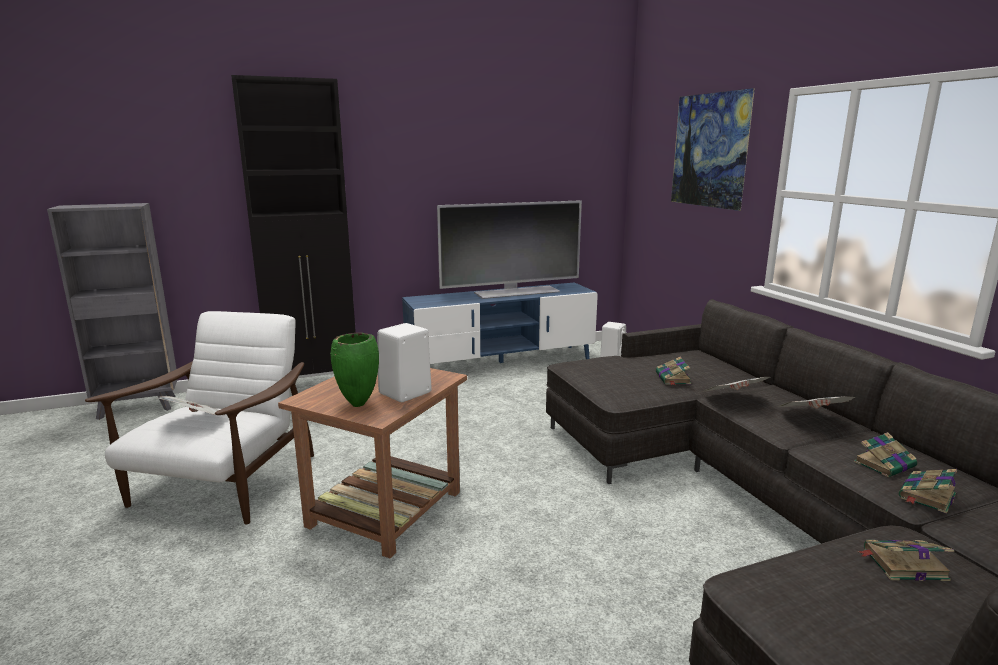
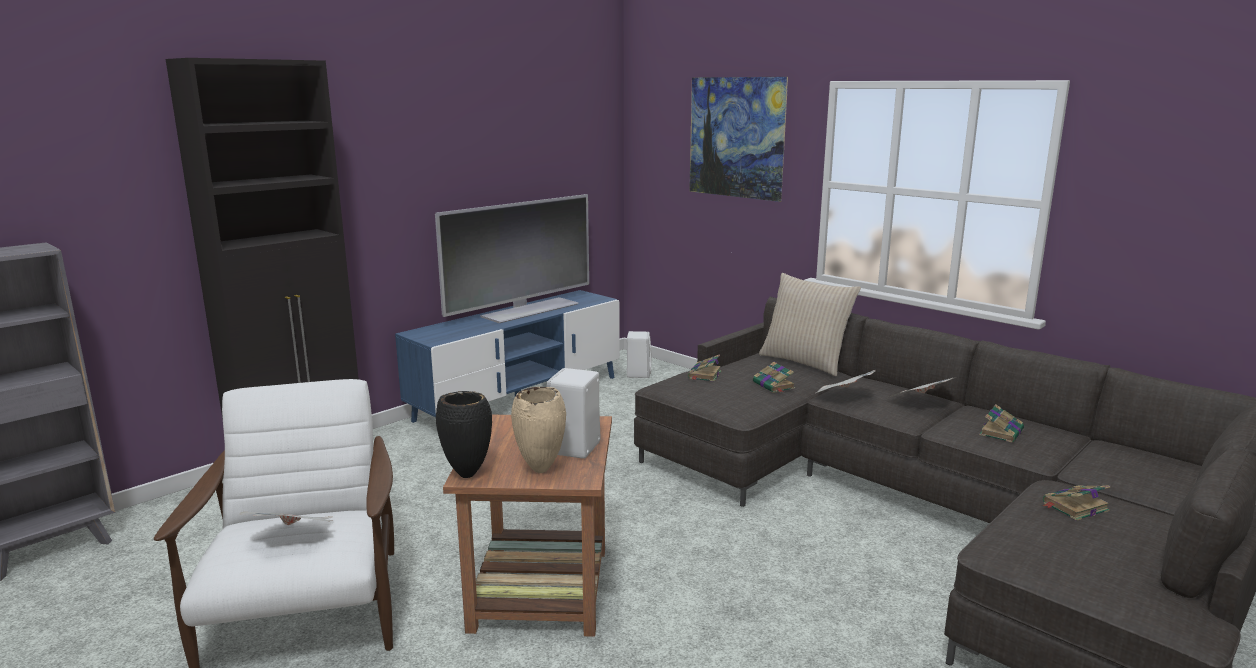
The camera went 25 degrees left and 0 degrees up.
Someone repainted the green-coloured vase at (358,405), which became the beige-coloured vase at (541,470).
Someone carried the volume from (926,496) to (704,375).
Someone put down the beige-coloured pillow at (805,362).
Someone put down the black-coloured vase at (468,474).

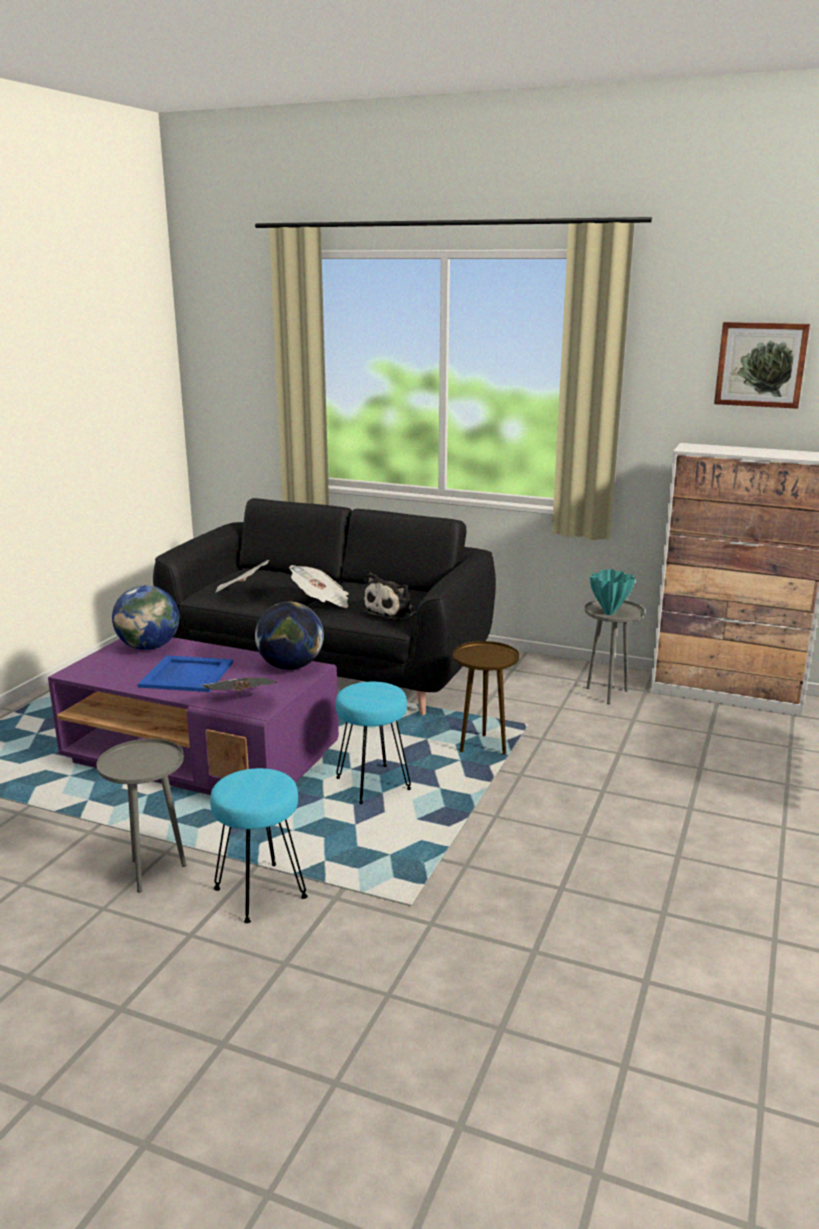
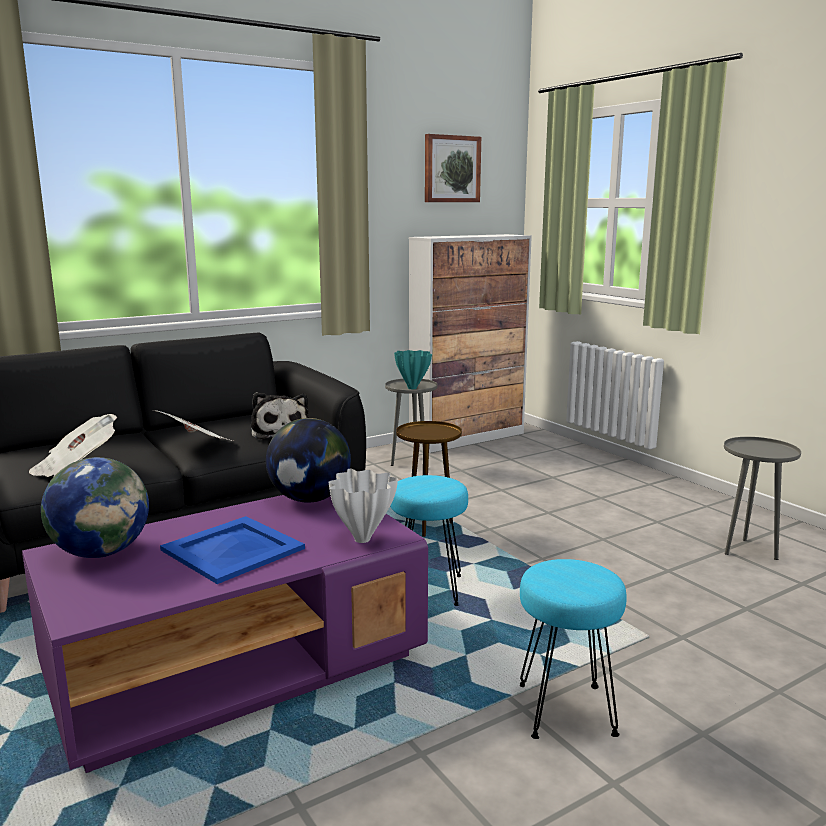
The camera went 55 degrees left and 5 degrees down.
Someone swapped the daily paper at (240,703) for the whitish vase at (362,540).
Someone carried the gray accent table from (153,872) to (748,550).

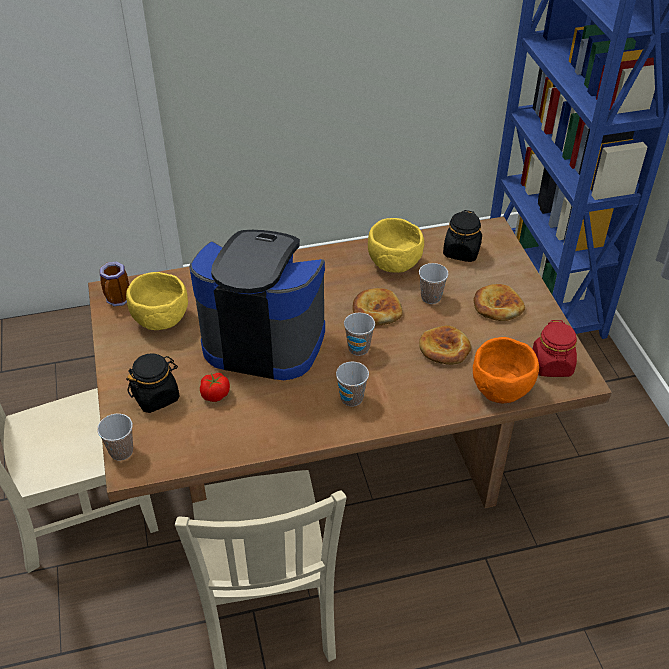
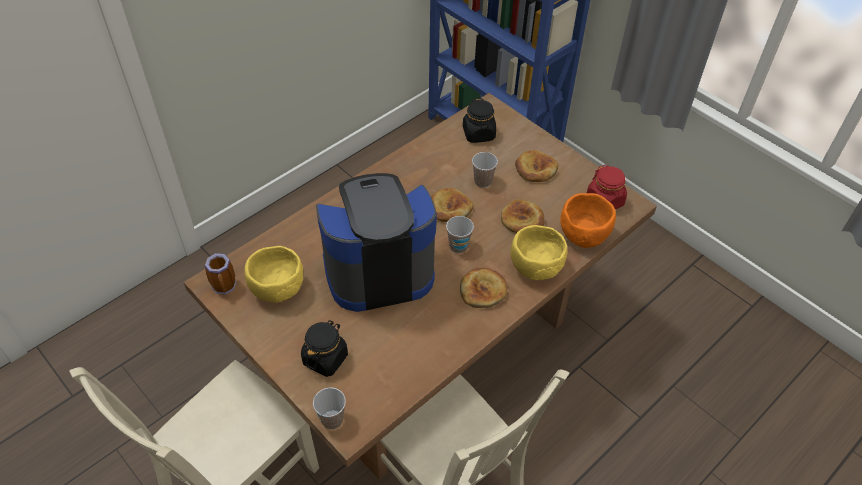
The camera went 30 degrees left and 5 degrees up.
Someone carried the yellowish deep dish from (393,264) to (535,268).
Someone swapped the cup at (351,398) for the baked bread at (483,290).
Someone took away the tomato at (215,395).

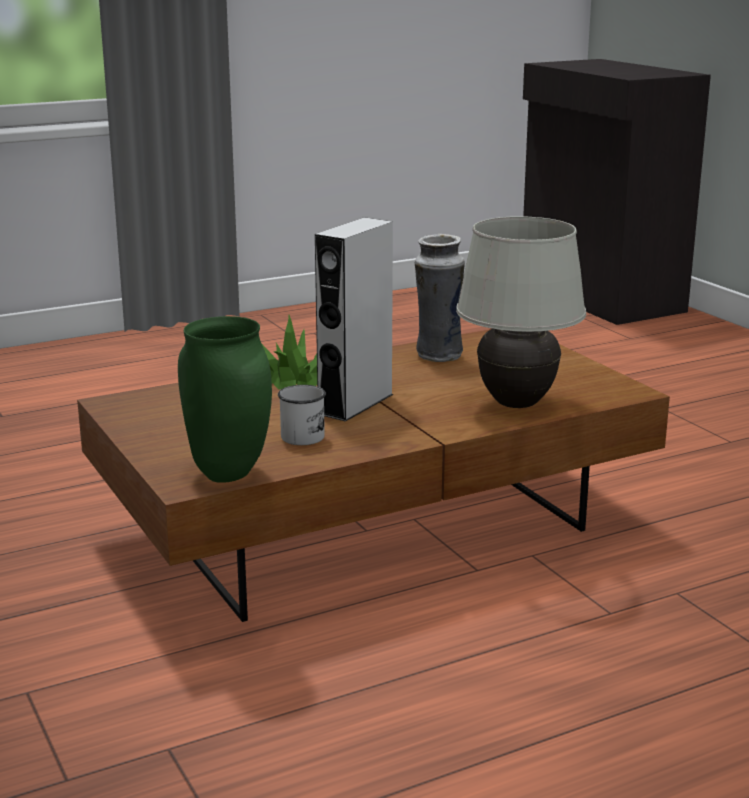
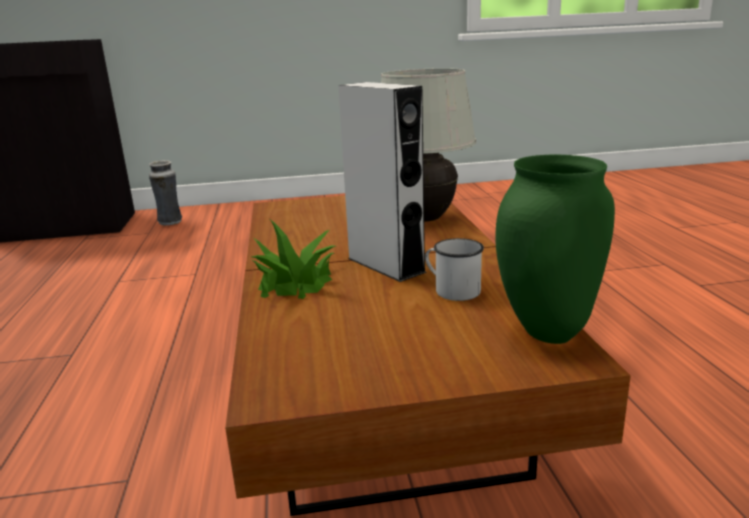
The camera went 70 degrees left and 0 degrees up.
Someone carried the vase from (438,356) to (170,223).

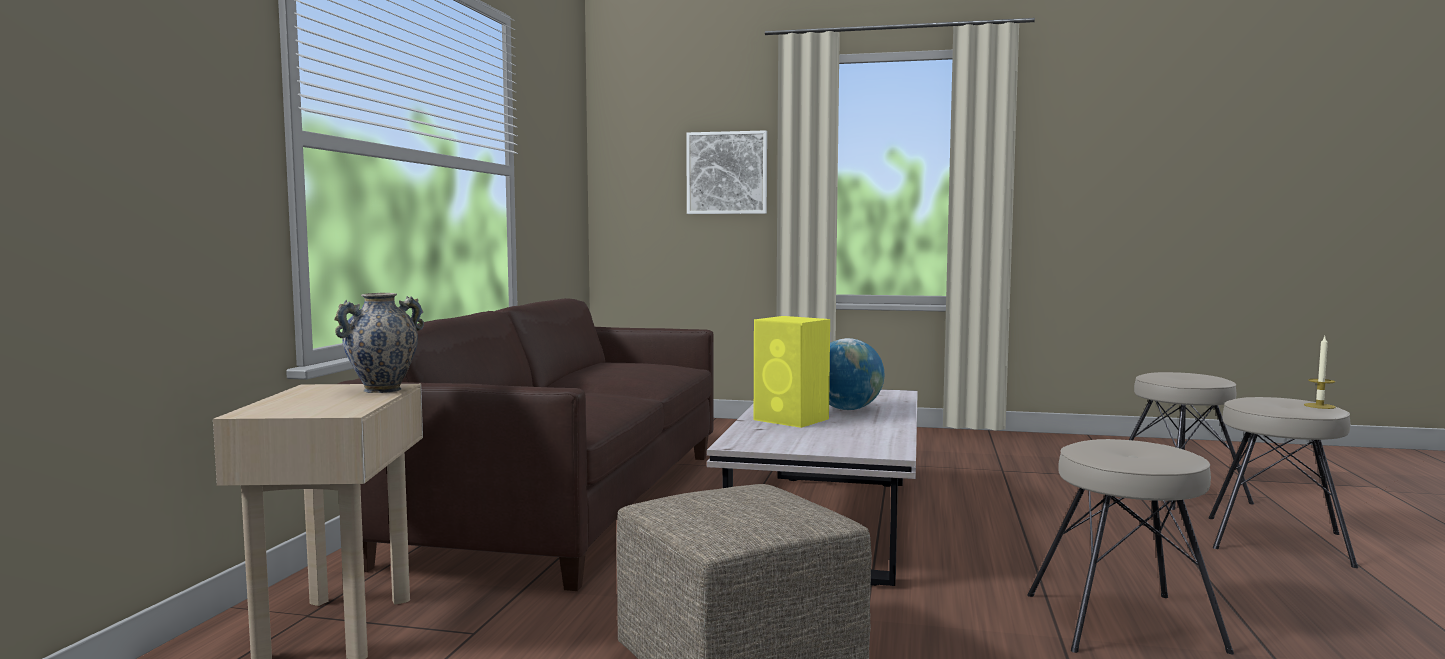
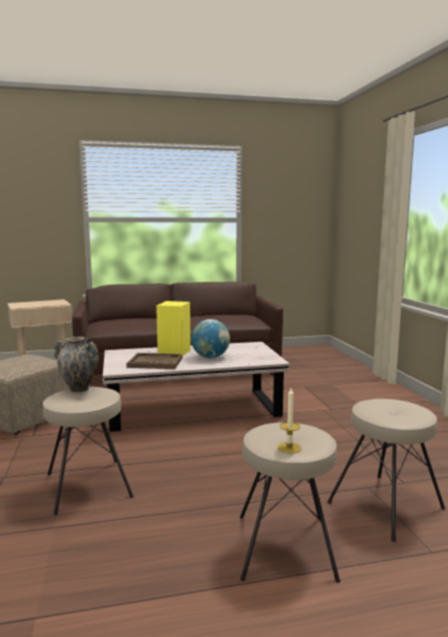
The camera went 65 degrees right and 5 degrees up.
Someone took away the wall art at (727,173).
Someone carried the vase from (382,390) to (79,389).
Someone put down the brownish serving tray at (155,363).

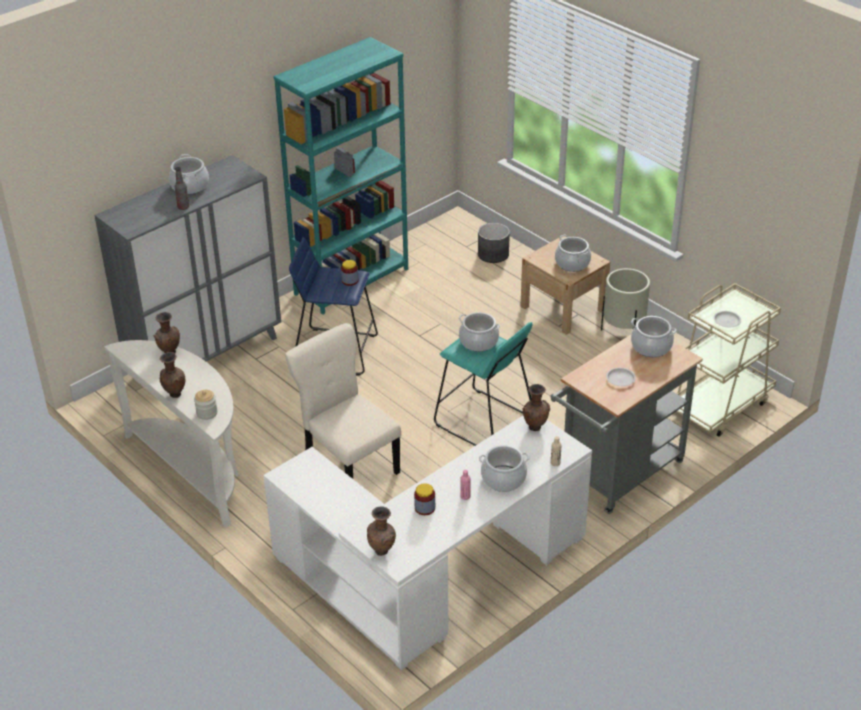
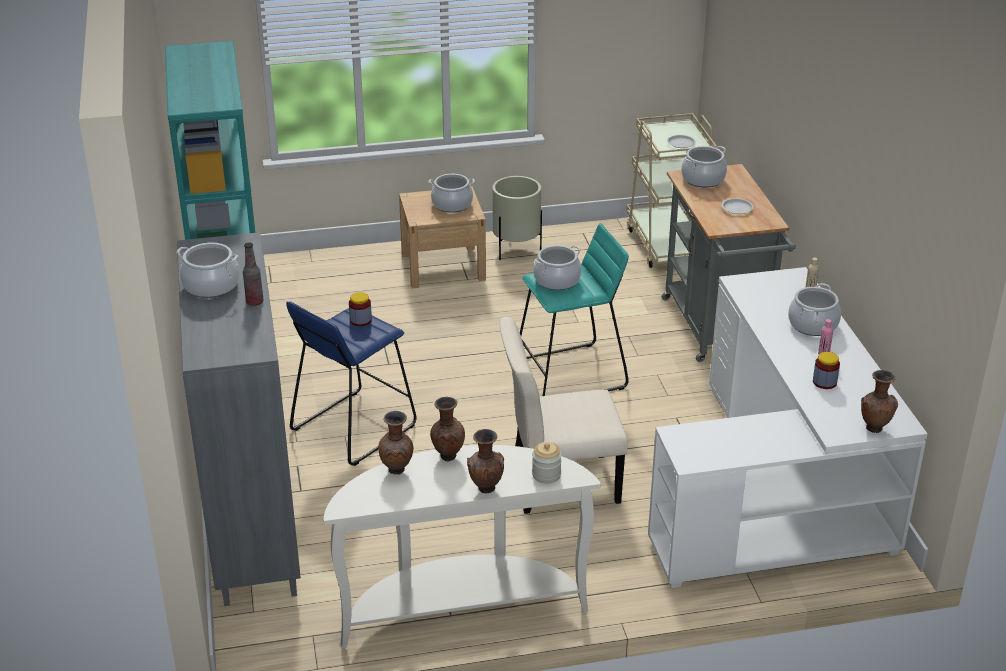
The camera went 60 degrees left and 5 degrees down.
Someone took away the gray flower pot at (493,254).
Someone carried the brownish vase from (535,427) to (447,456).

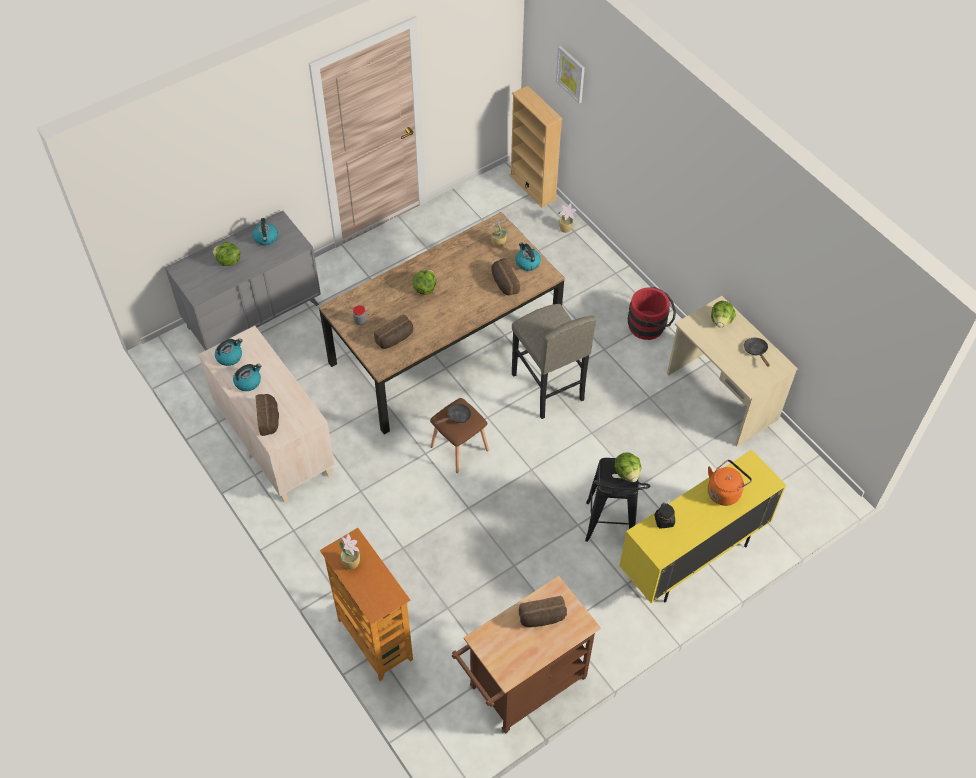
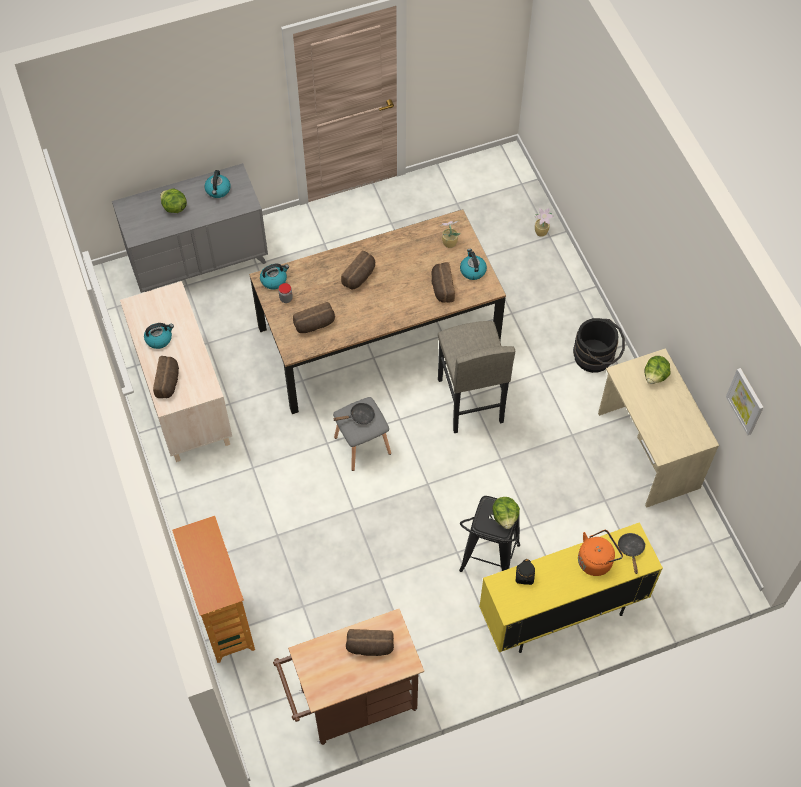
The camera went 15 degrees right and 5 degrees up.
Someone carried the wall art from (571,74) to (746,401).
Someone took away the beige-coloured bookshelf at (532,187).
Someone swapped the head of lettuce at (424,288) for the baked bread at (360,277).
Someone repainted the red-coloured pail at (650,326), which became the black-coloured pail at (597,357).
Someone carried the kettle from (229,356) to (274,280).
Someone carried the black-coloured frying pan from (756,351) to (631,550).
Someone repainted the brownish stool seat at (459,449), which became the gray stool seat at (362,446).
Someone took away the plant in a pot at (351,562).

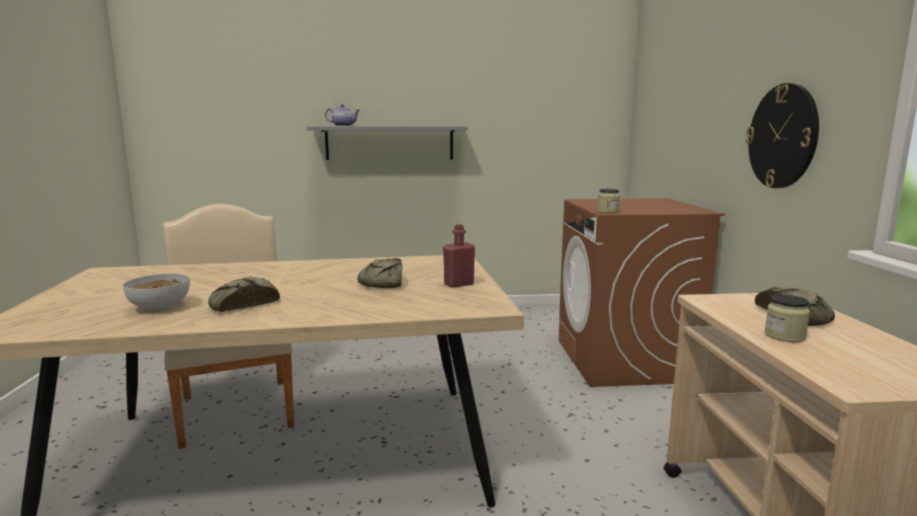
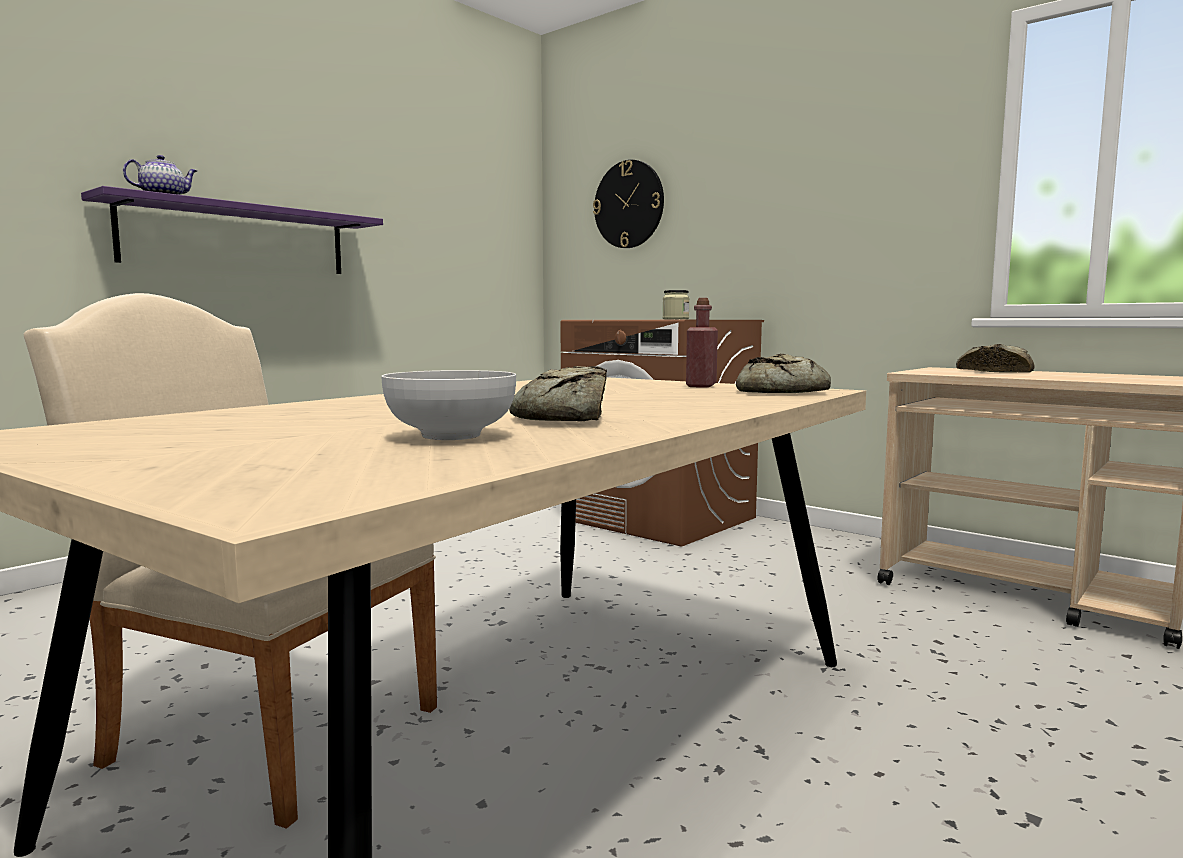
The camera went 45 degrees left and 5 degrees down.
Someone carried the clock on the wall from (782,136) to (629,204).
Someone repainted the gray shelf at (389,143), which became the purplish shelf at (238,239).
Someone carried the baked bread from (383,283) to (780,392).
Someone took away the preserve jar at (784,336).

